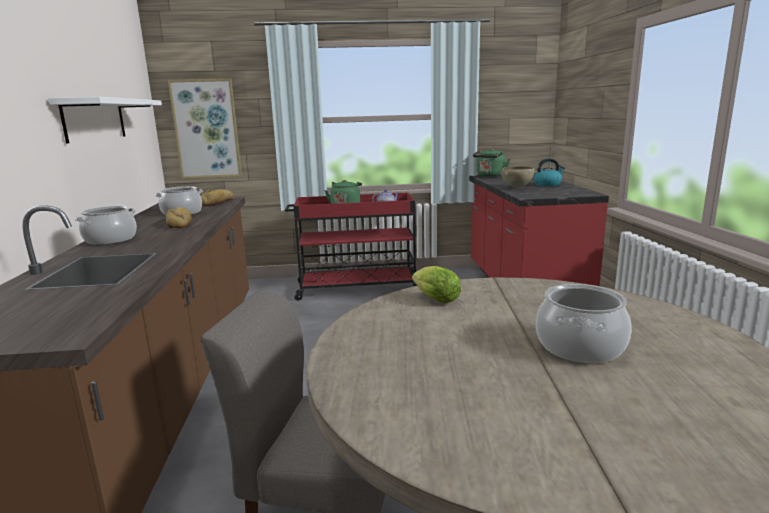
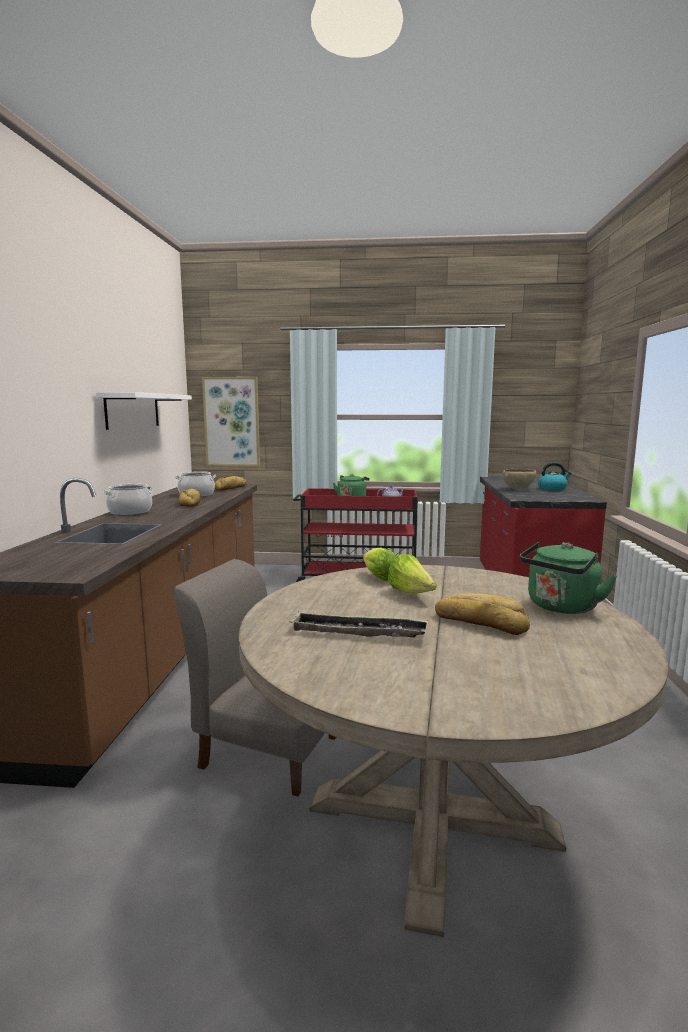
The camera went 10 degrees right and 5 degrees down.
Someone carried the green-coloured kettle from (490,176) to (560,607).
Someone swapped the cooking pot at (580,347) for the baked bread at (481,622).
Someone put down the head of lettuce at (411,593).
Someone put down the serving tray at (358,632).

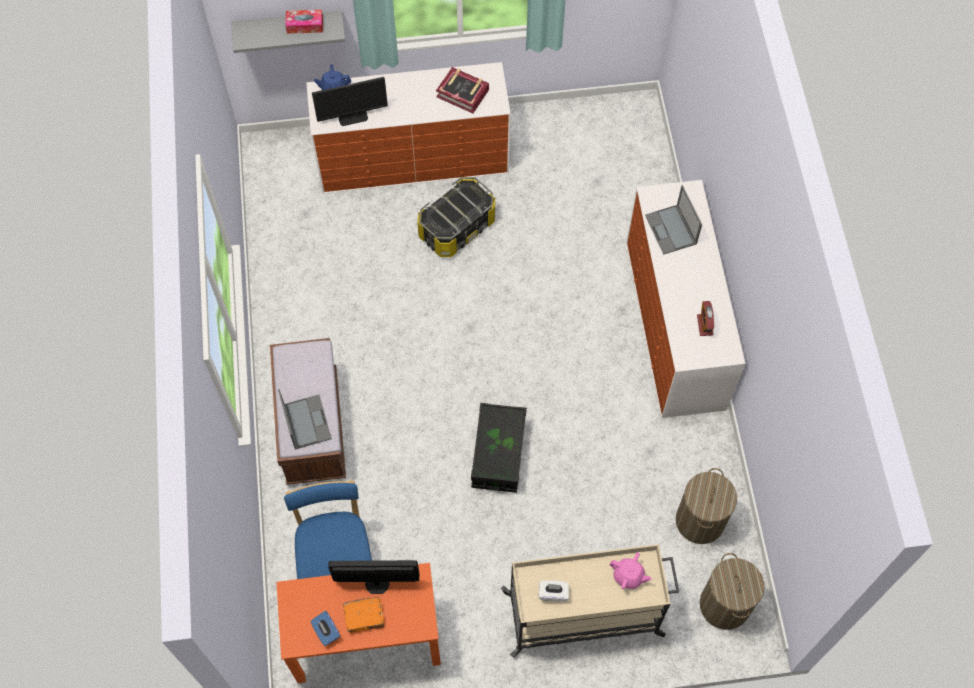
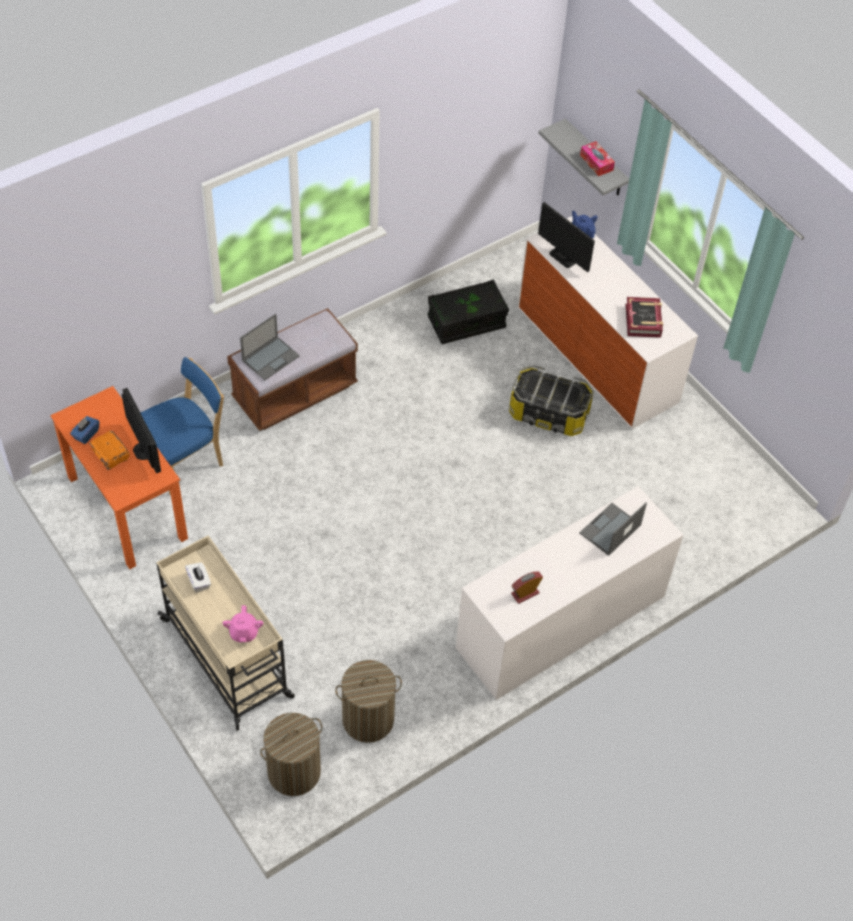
The camera went 60 degrees right and 10 degrees down.
Someone carried the black-coloured storage bin from (498,454) to (466,322).

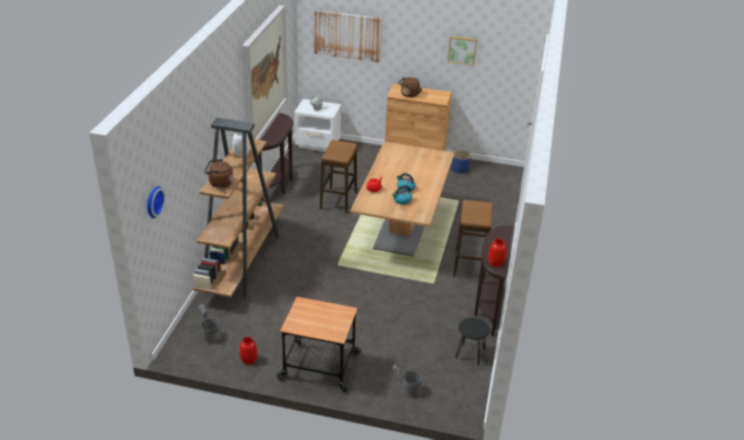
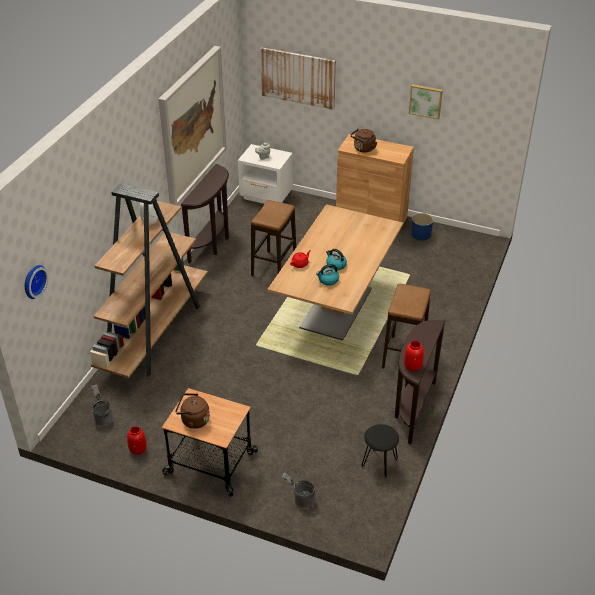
The camera went 10 degrees right and 5 degrees up.
Someone carried the brownish kettle from (219,183) to (193,420).

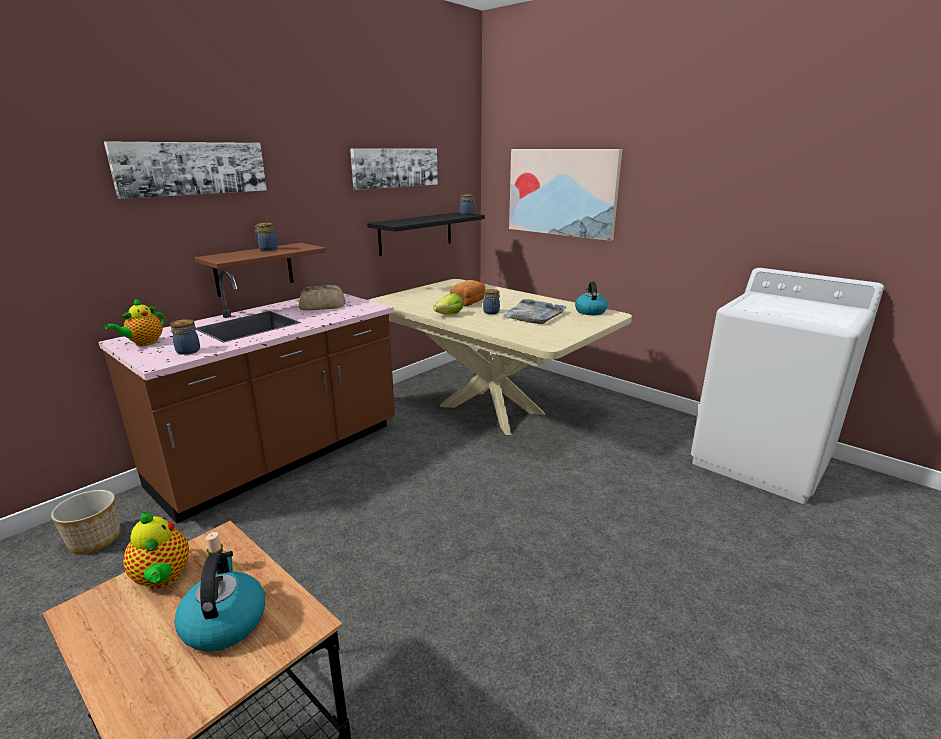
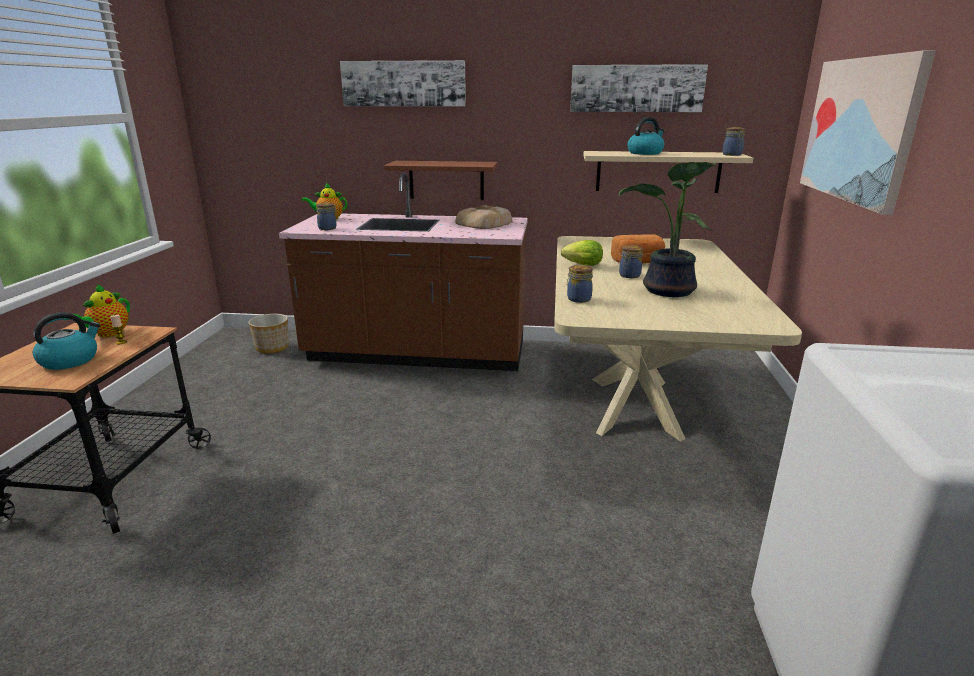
The camera went 55 degrees right and 0 degrees up.
Someone repainted the black-coloured shelf at (416,233), which became the beige-coloured shelf at (658,172).
Someone carried the preserve jar from (267,249) to (578,299).
Someone carried the kettle from (590,311) to (645,153).
Someone swapped the gray serving tray at (534,314) for the plant in a pot at (667,291).

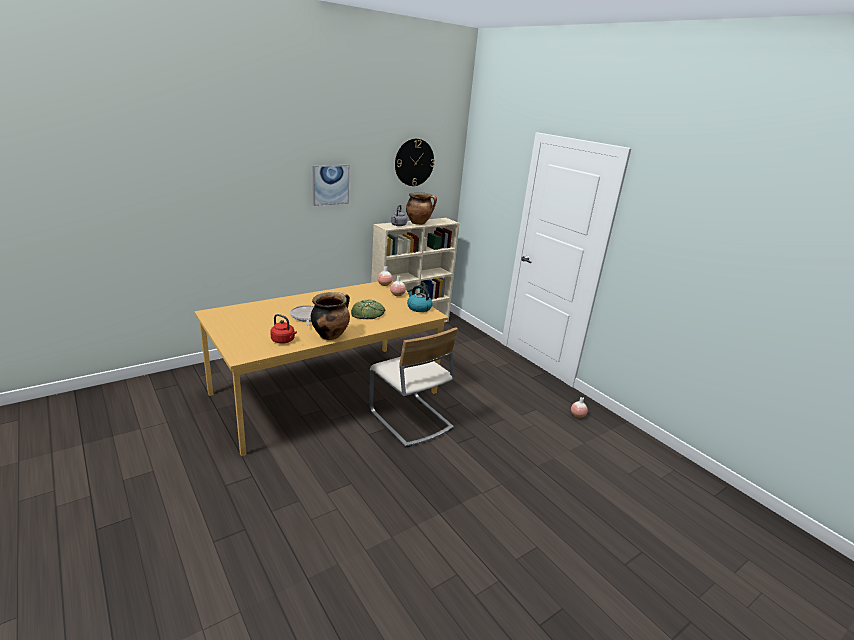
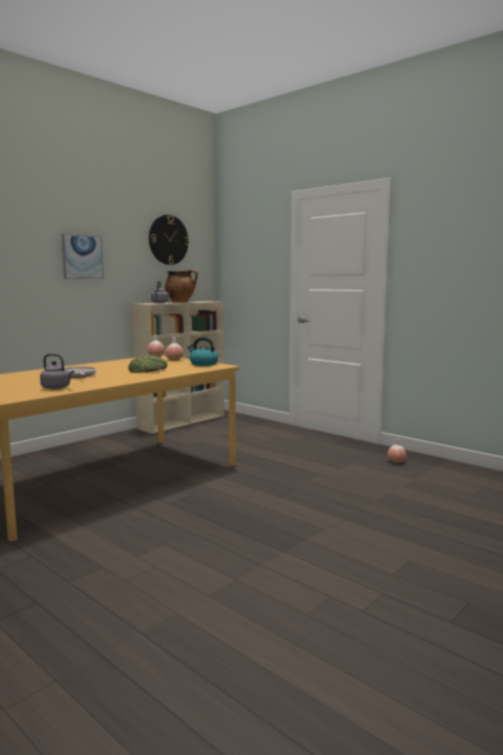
The camera went 10 degrees left and 15 degrees down.
Someone took away the cooking pot at (330,335).
Someone repainted the red-coloured kettle at (284,341), which became the gray kettle at (57,388).
Someone took away the beige-coloured upright chair at (410,420).

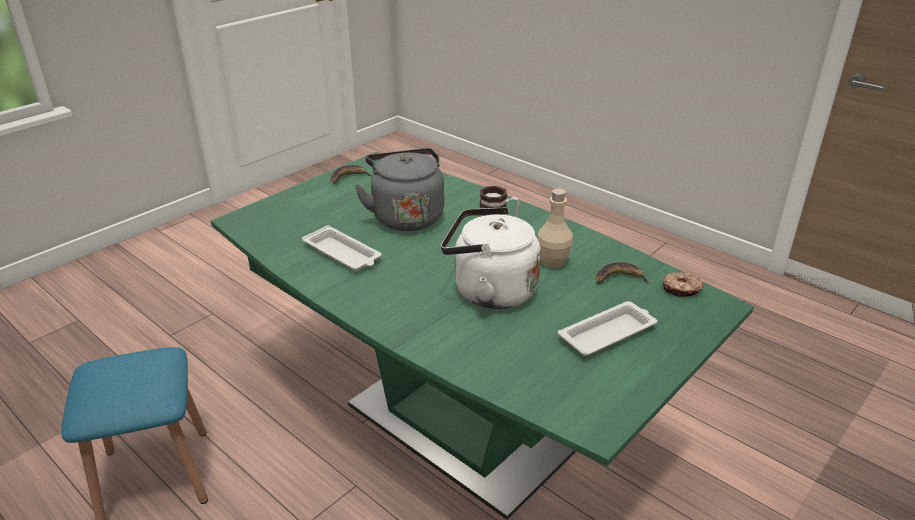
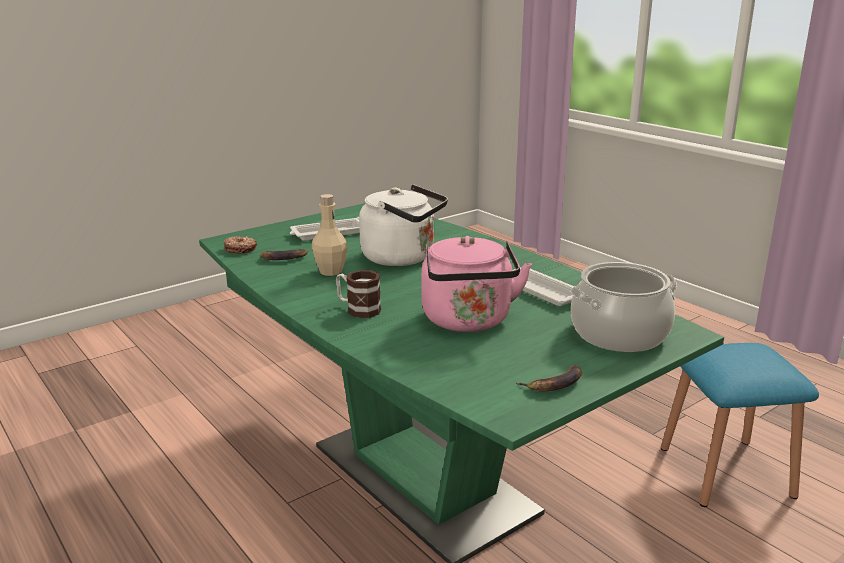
The camera went 170 degrees left and 10 degrees down.
Someone repainted the gray kettle at (406,216), which became the pinkish kettle at (468,321).
Someone put down the cooking pot at (619,334).

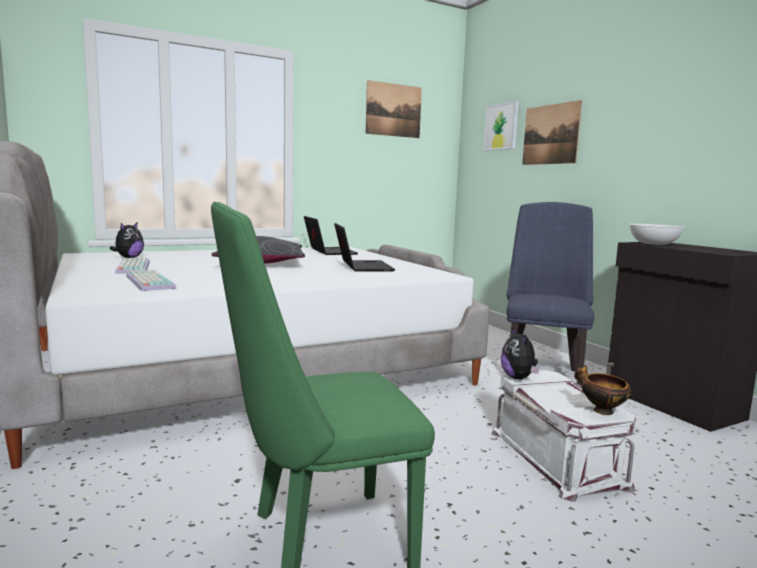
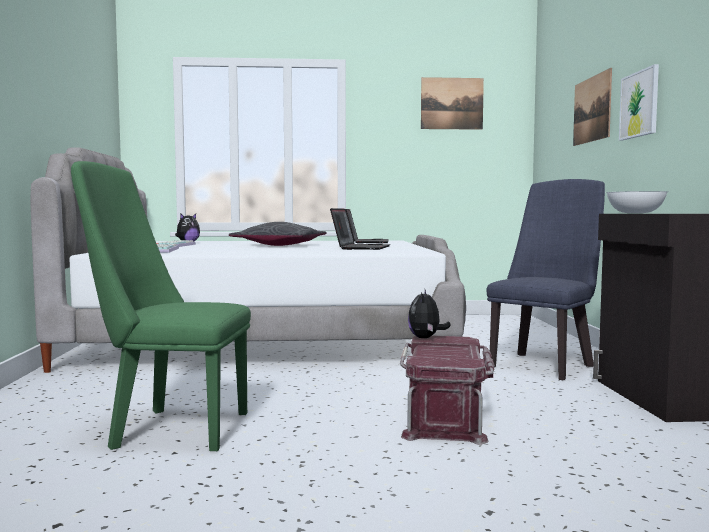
The camera went 25 degrees right and 5 degrees down.
Someone carried the wall art from (501,127) to (639,104).
Someone took away the deep dish at (600,410).
Someone repainted the whitish storage bin at (558,458), which became the red-coloured storage bin at (446,416).

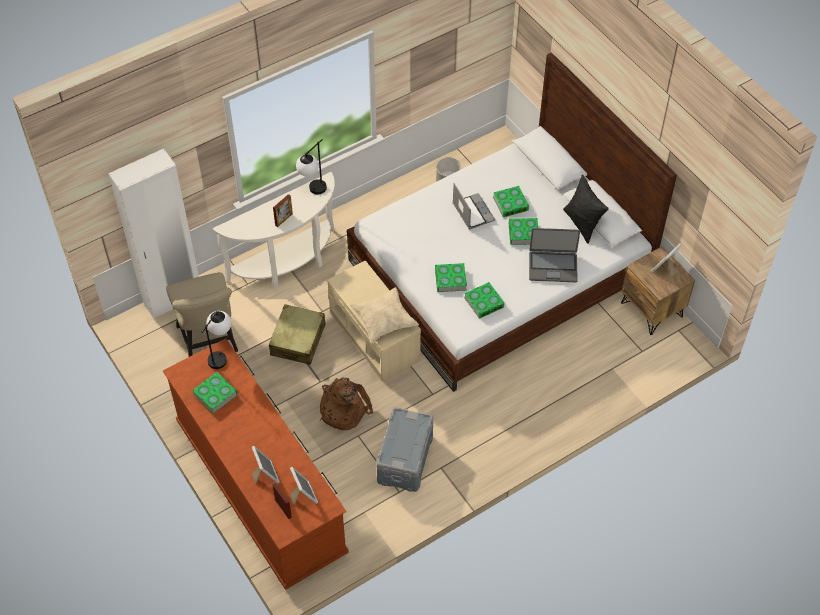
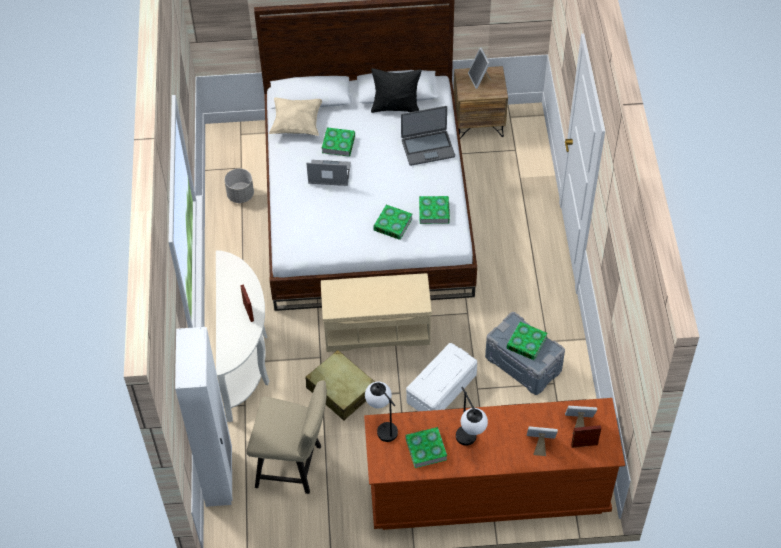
The camera went 60 degrees left and 0 degrees up.
Someone carried the lamp for a table from (313,192) to (469,443).
Someone carried the volume from (523,233) to (526,343).
Someone rotated the portable computer at (553,266) by 45 degrees clockwise.
Someone carried the beige-coloured pillow from (384,322) to (296,124).
Someone swapped the brownish knapsack at (342,409) for the whitish storage bin at (441,388).

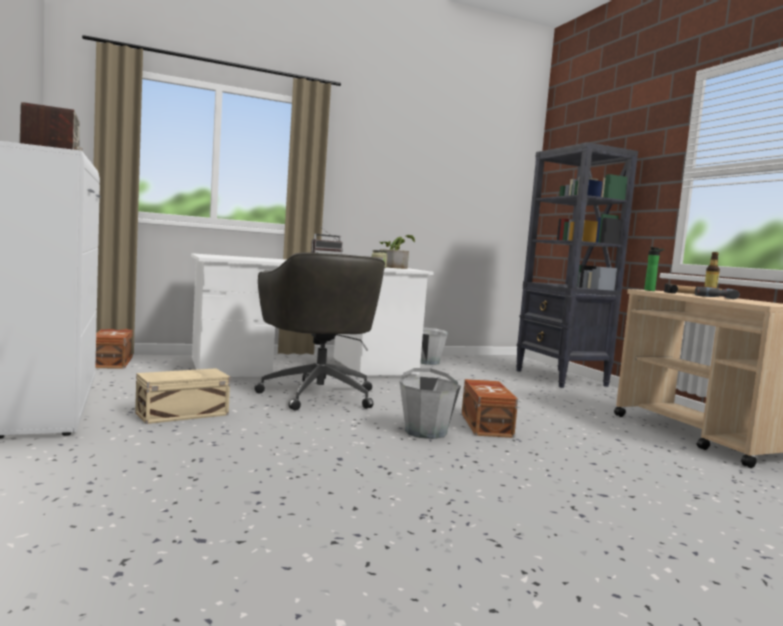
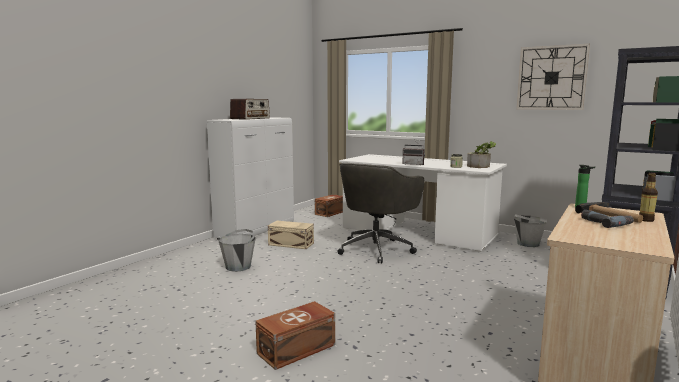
The camera went 55 degrees right and 5 degrees up.
Someone carried the gray pail from (426,432) to (238,267).
Someone carried the brownish storage bin from (487,424) to (298,349).
Someone put up the clock on the wall at (551,78).

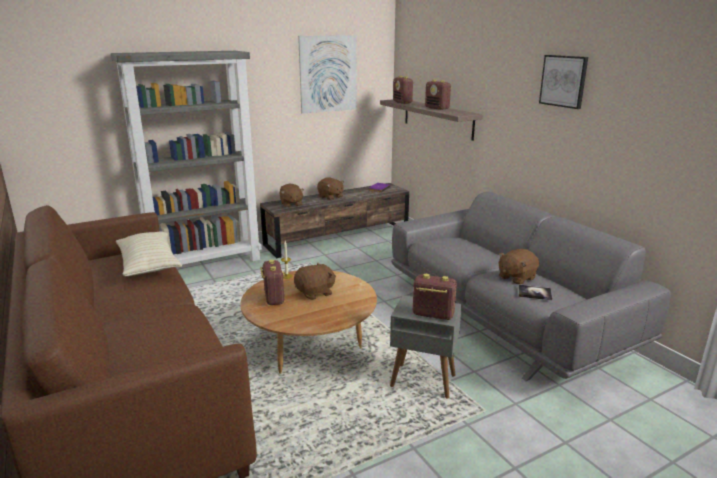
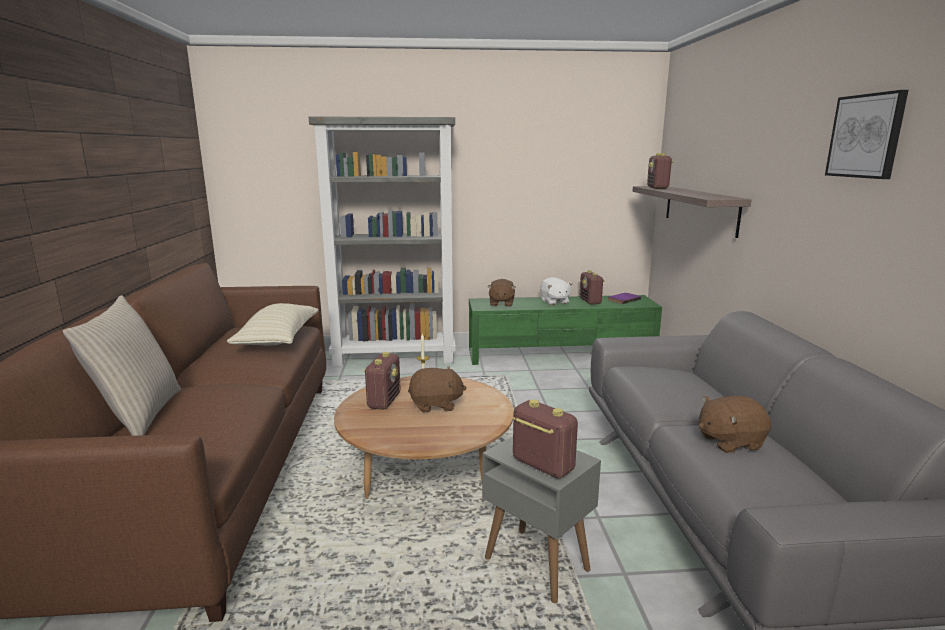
The camera went 25 degrees right and 5 degrees down.
Someone took away the wall art at (328,74).
Someone carried the radio from (437,108) to (590,301).
Someone repainted the brownish plush toy at (330,197), which became the whitish plush toy at (554,302).
Someone repainted the brownish tv stand at (338,237), which became the green-coloured tv stand at (561,354).
Someone took away the volume at (534,293).
Someone put down the beige-coloured pillow at (139,415).

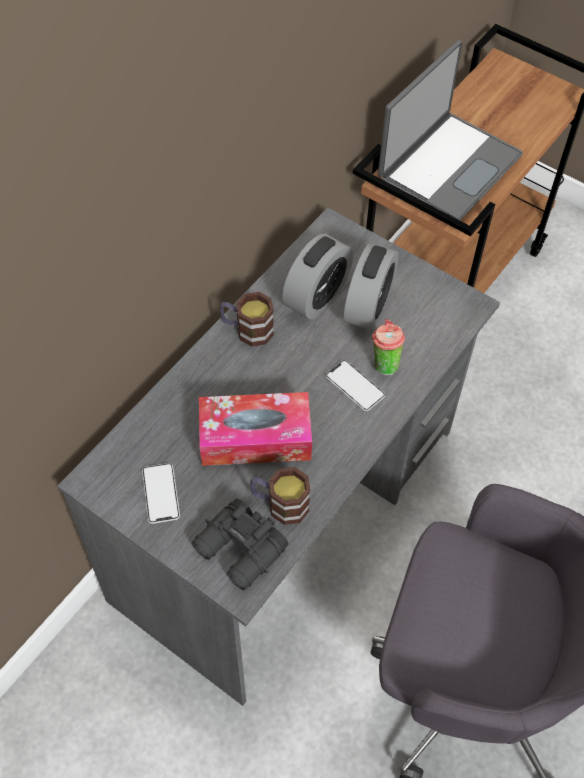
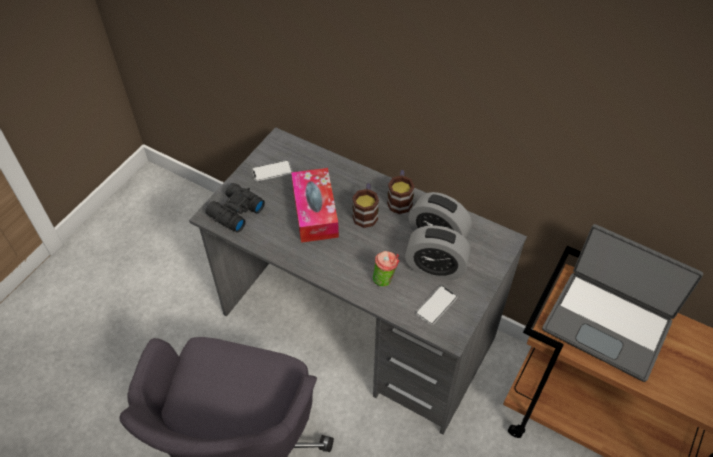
The camera went 85 degrees right and 5 degrees down.
Someone carried the handset from (355,386) to (436,305).
Someone carried the coffee mug from (280,504) to (366,213).

